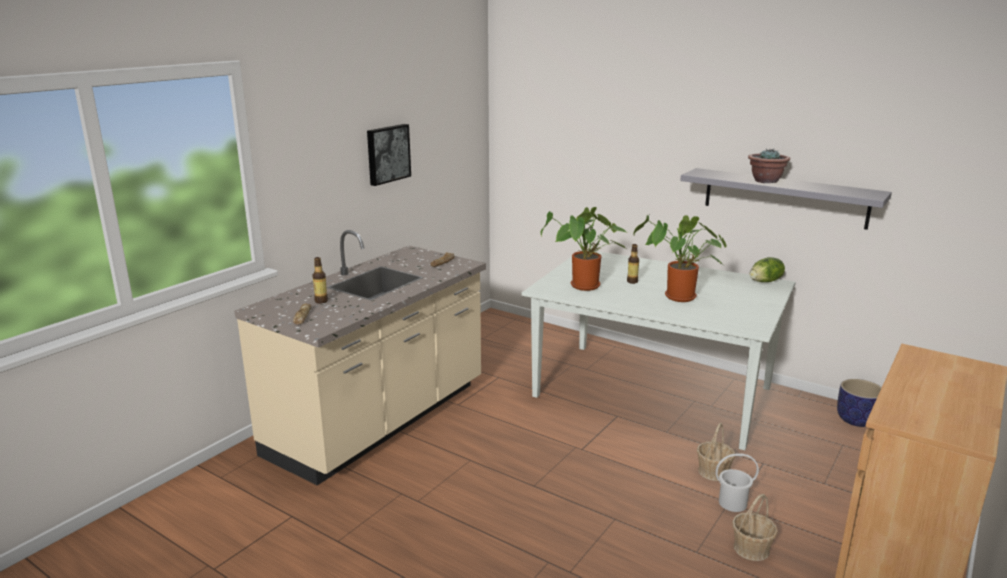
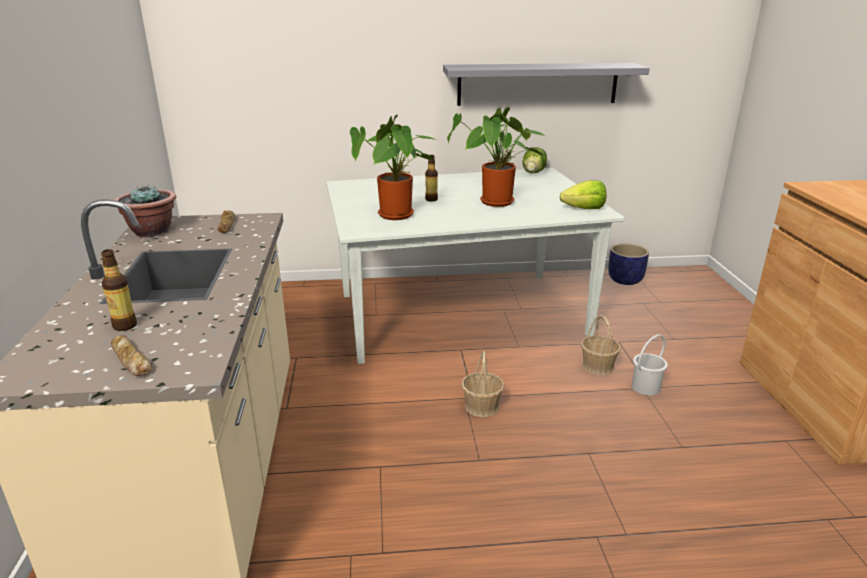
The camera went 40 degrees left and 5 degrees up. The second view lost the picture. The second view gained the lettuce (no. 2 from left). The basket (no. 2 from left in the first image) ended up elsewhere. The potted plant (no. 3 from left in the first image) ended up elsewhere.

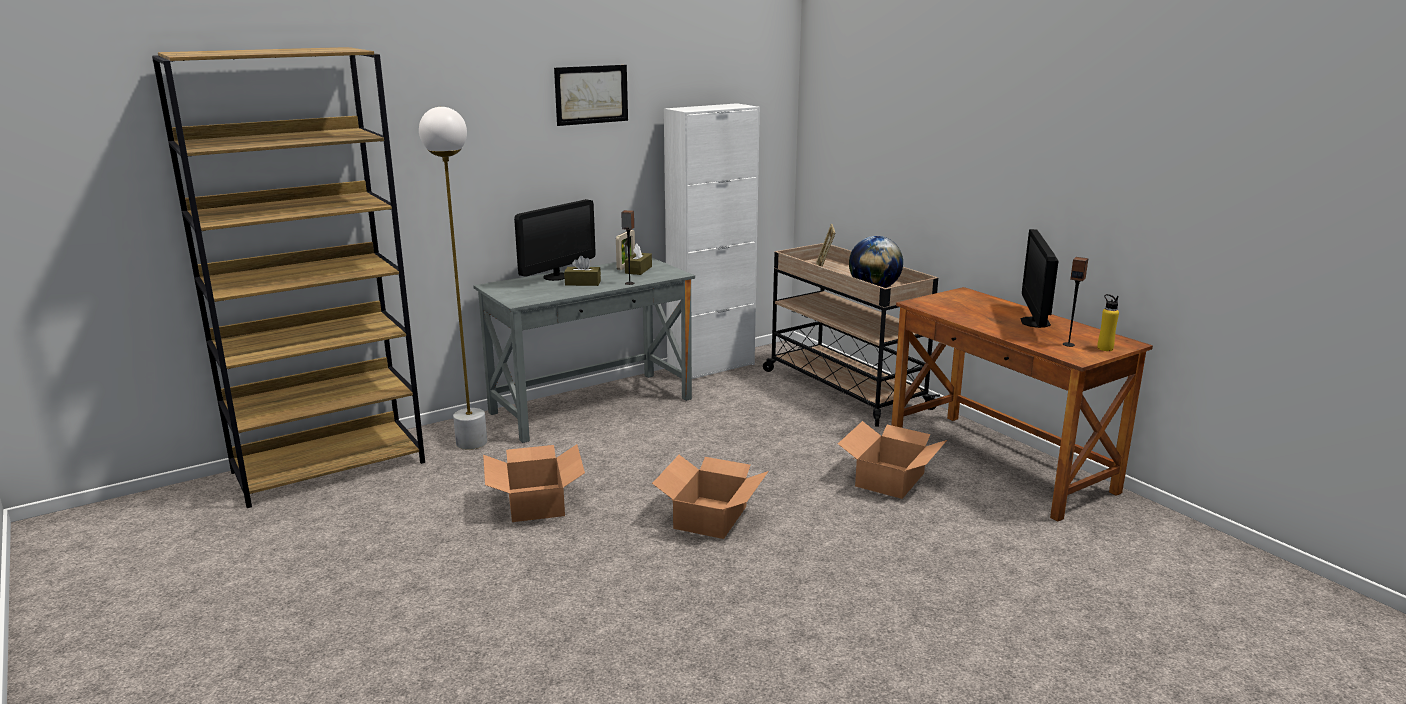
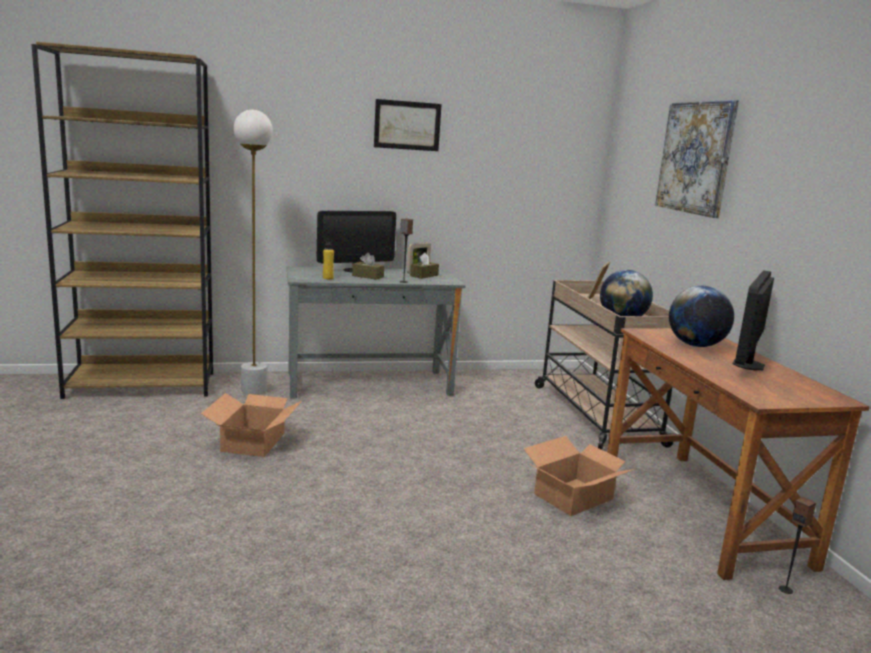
The camera went 20 degrees right and 5 degrees down. The second view lost the cardboard box (no. 2 from left). The second view lost the cabinet in white. The second view gained the picture (no. 2 from left). The second view gained the globe (no. 2 from left). The speaker (no. 2 from left) ended up elsewhere. The bottle in yellow ended up elsewhere.

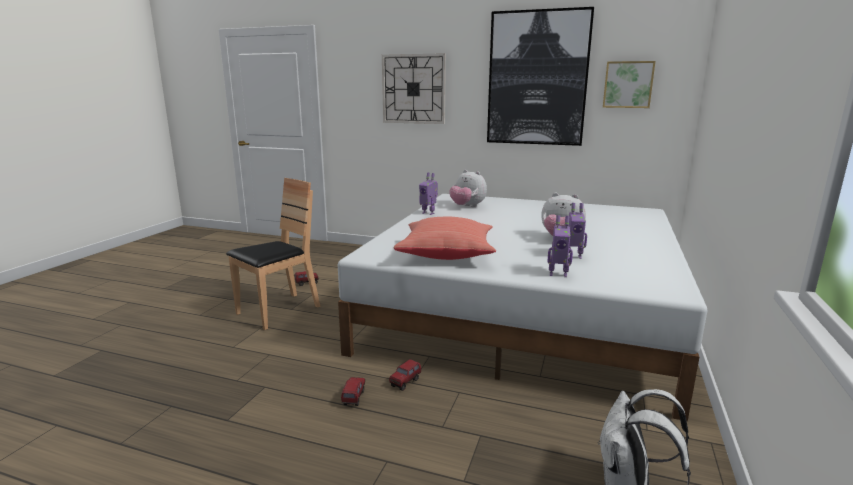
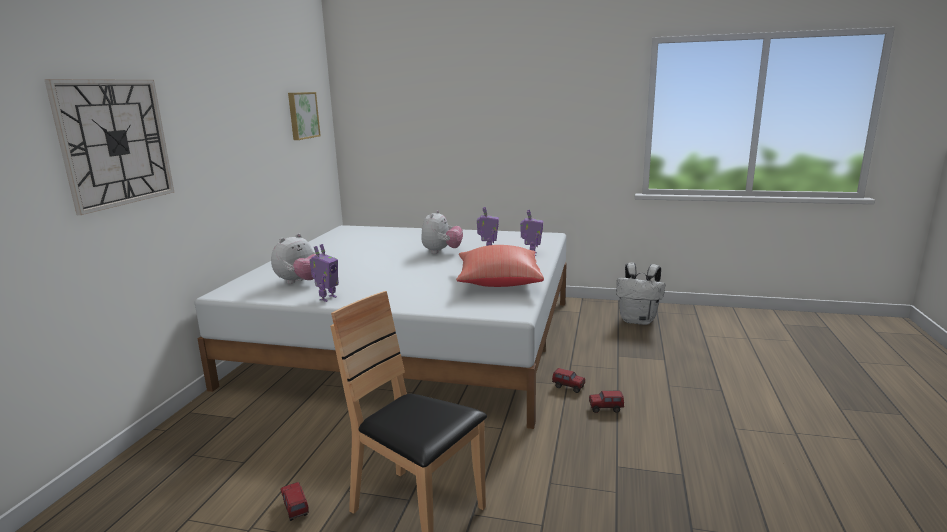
The camera went 95 degrees left and 0 degrees up. The second view lost the picture (no. 1 from left).

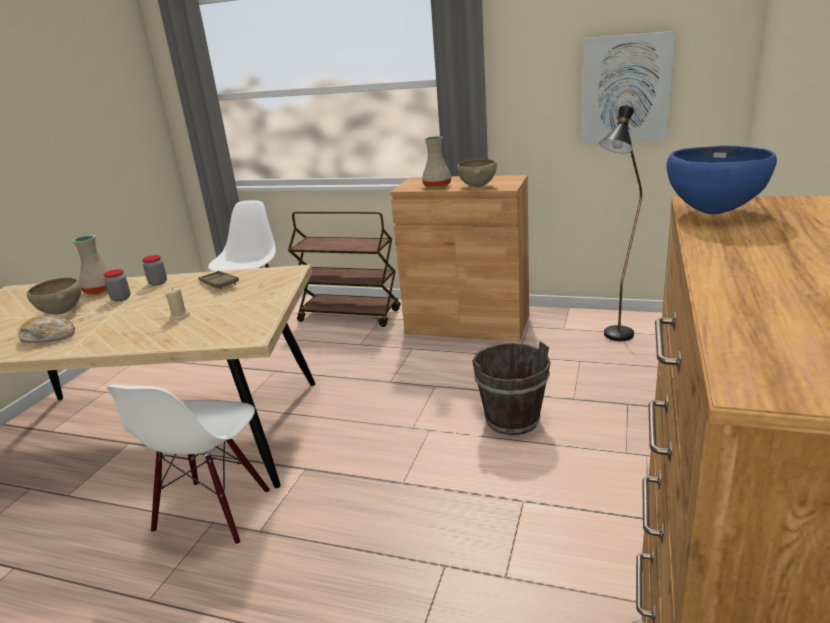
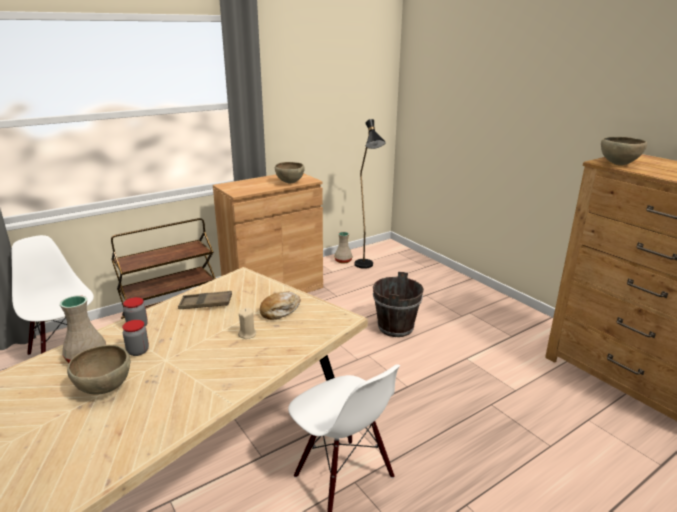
The camera went 55 degrees left and 0 degrees up. The second view lost the picture. The bread ended up elsewhere. The vase in beige (no. 2 from left) ended up elsewhere. What was the bowl in blue turned into the bowl in brown (no. 3 from left).

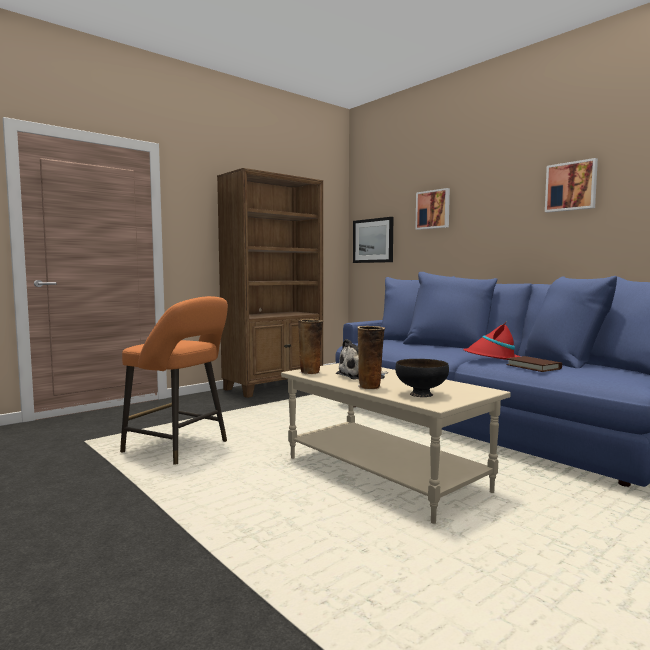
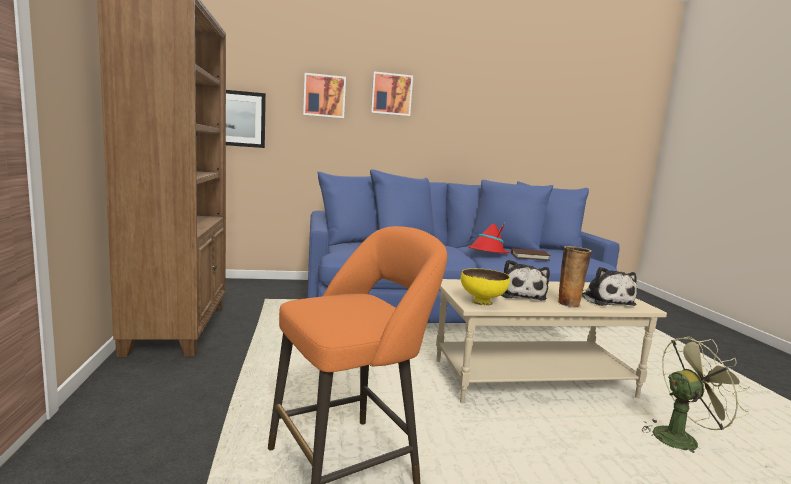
The camera went 60 degrees left and 5 degrees up. The second view gained the fan in green. The picture (no. 3 from left) ended up elsewhere. Where the vase (no. 1 from left) stood, the bowl in yellow came to stand. Where the bowl in black stood, the plush toy (no. 2 from left) came to stand.

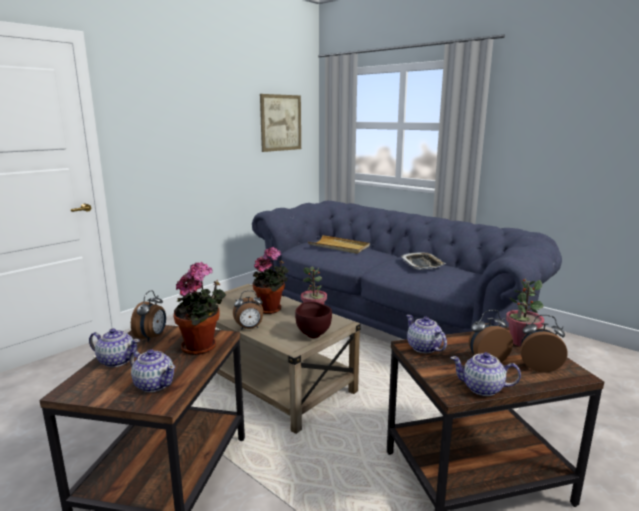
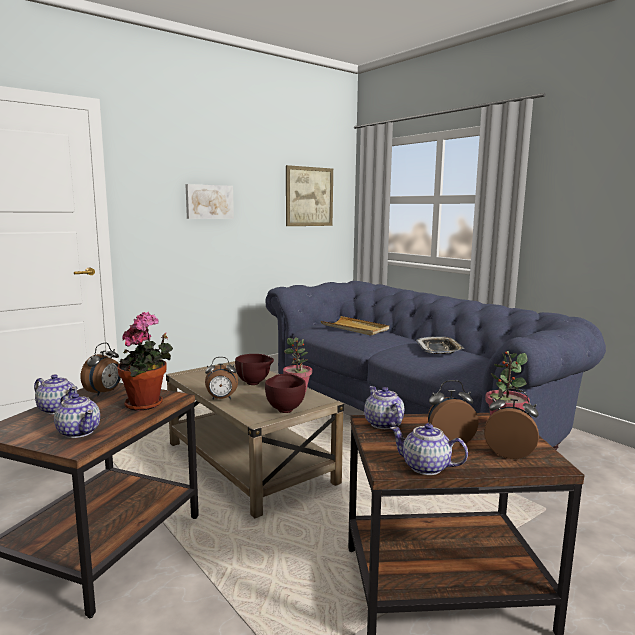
The camera went 10 degrees right and 5 degrees down. The second view gained the picture (no. 1 from left). Where the potted plant (no. 2 from left) stood, the bowl in brown (no. 1 from left) came to stand.

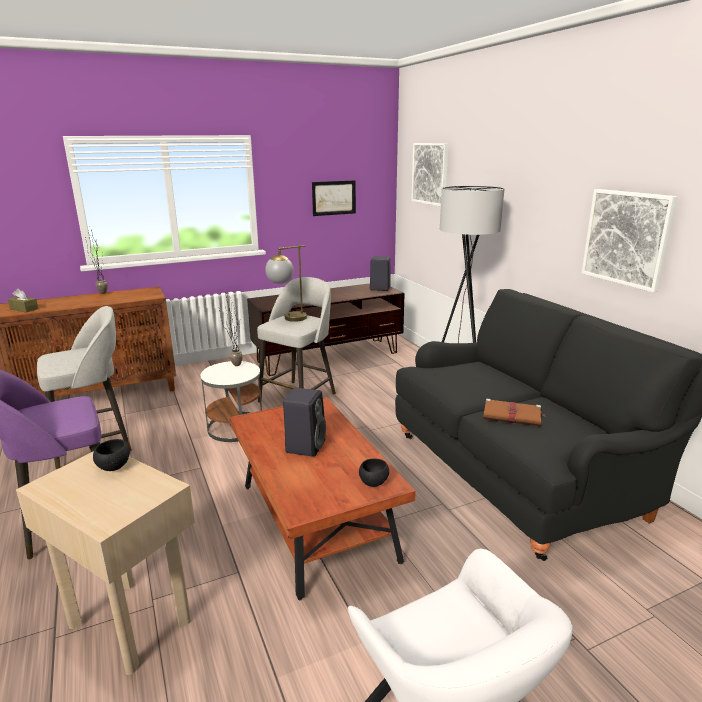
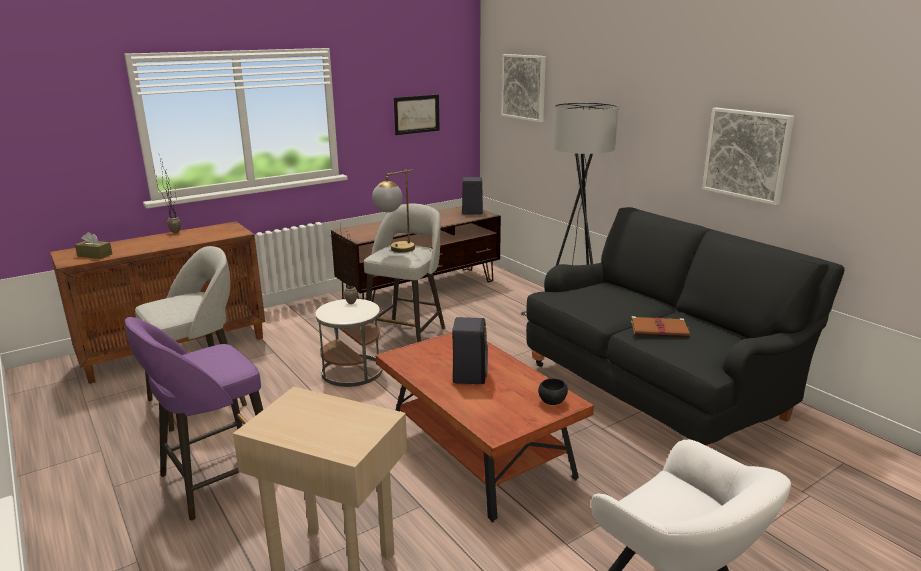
The camera went 10 degrees left and 0 degrees up. The second view lost the bowl in black (no. 1 from left).

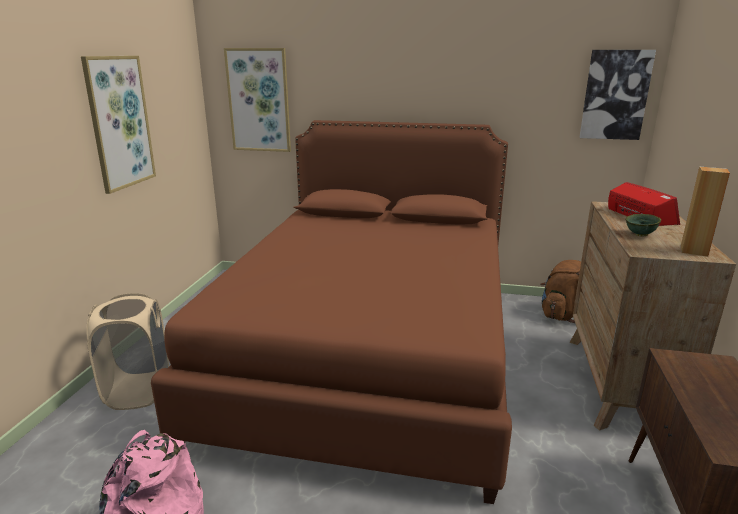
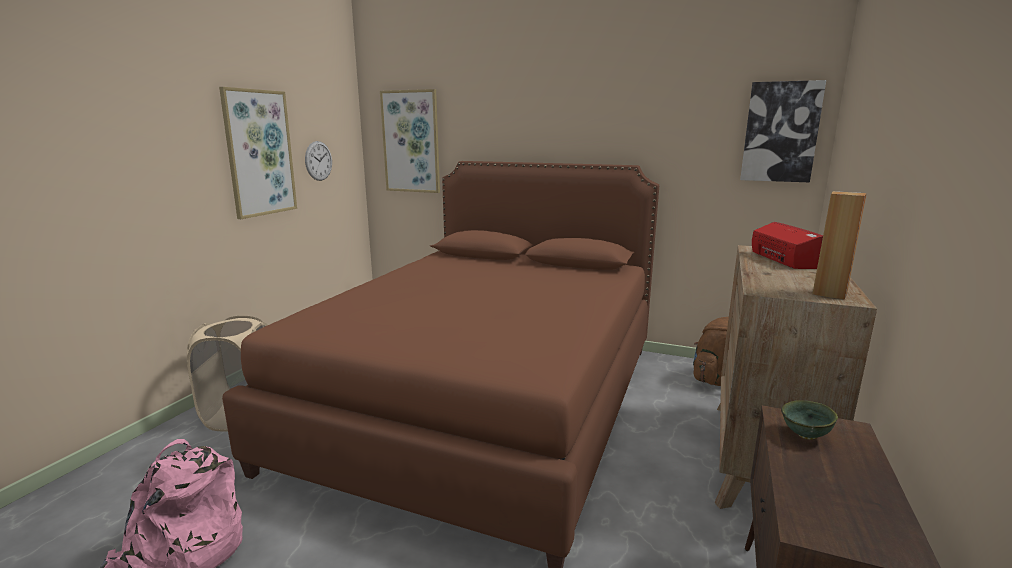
The camera went 10 degrees right and 5 degrees down. The second view gained the wall clock. The bowl in green ended up elsewhere.

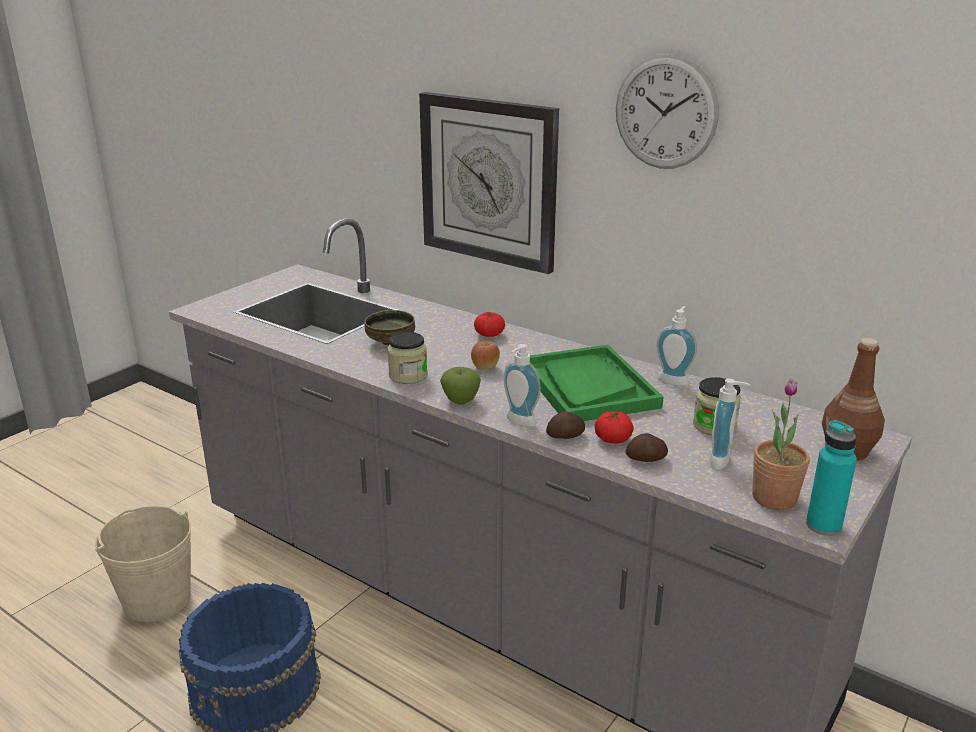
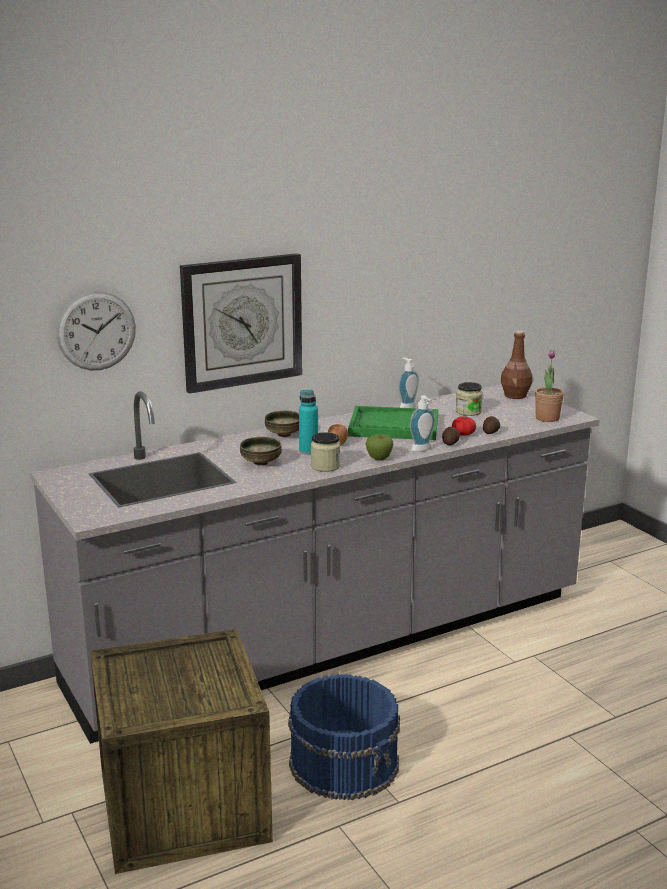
The camera went 65 degrees left and 5 degrees down. The second view lost the soap dispenser (no. 3 from left). The wall clock (no. 2 from left in the first image) ended up elsewhere. The bottle in turquoise ended up elsewhere. Where the bucket in beige stood, the crate came to stand. Where the tomato (no. 1 from left) stood, the bowl (no. 2 from left) came to stand.

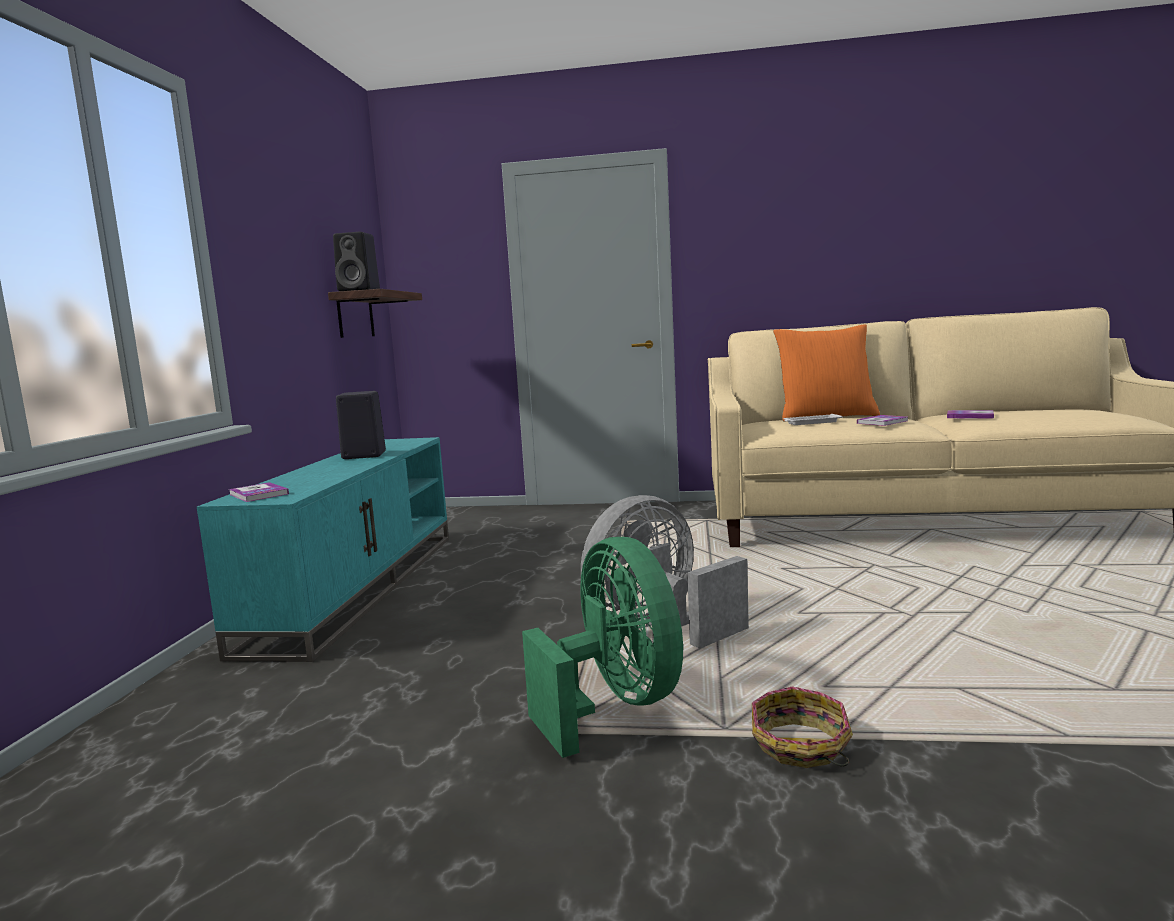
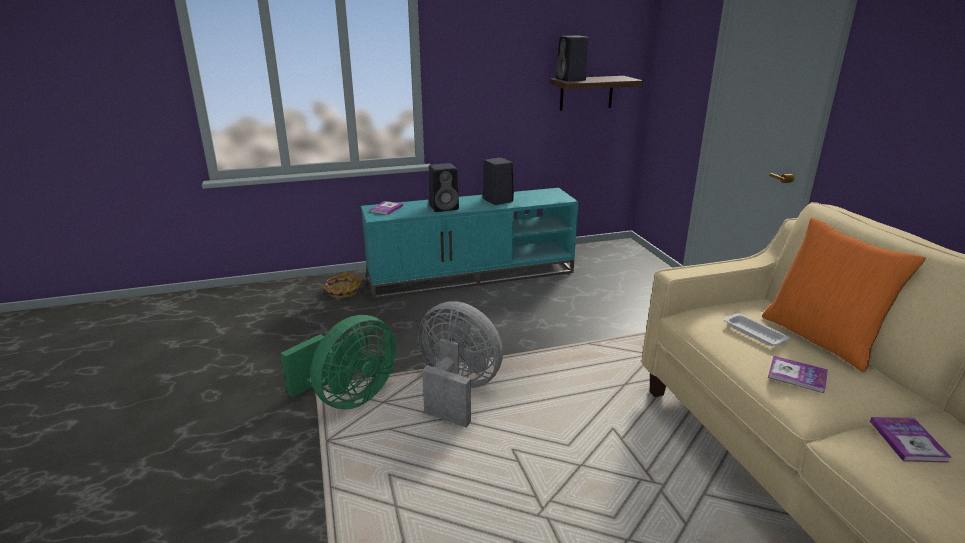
The camera went 65 degrees right and 15 degrees up. The second view gained the speaker in black (no. 1 from left). The basket ended up elsewhere.

